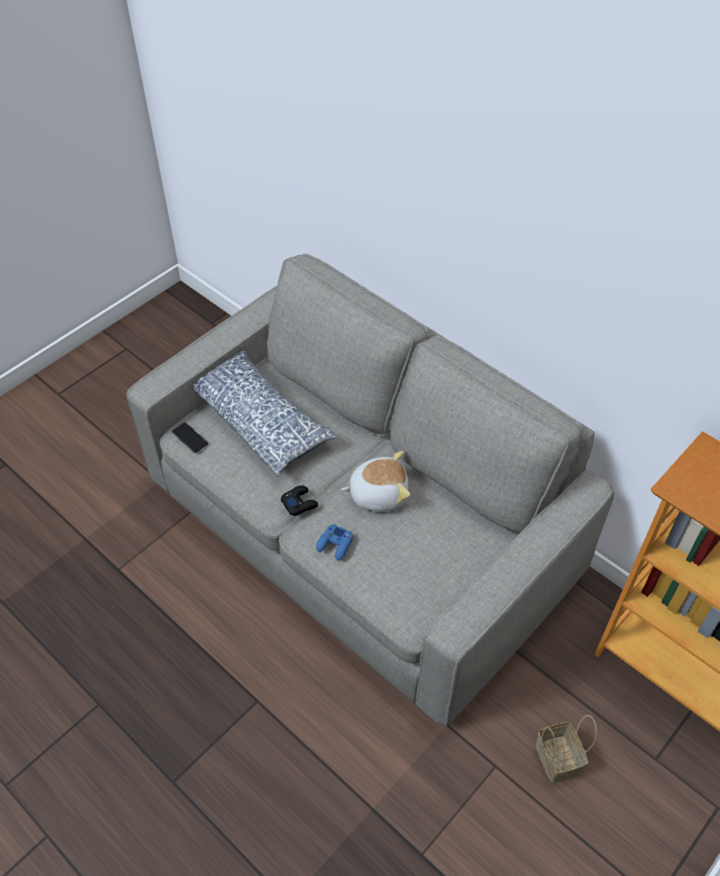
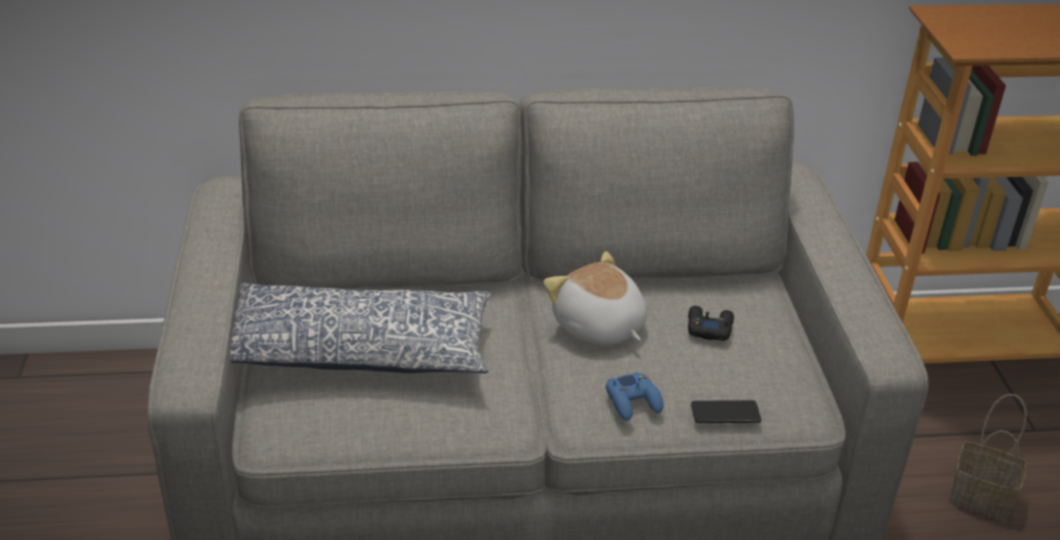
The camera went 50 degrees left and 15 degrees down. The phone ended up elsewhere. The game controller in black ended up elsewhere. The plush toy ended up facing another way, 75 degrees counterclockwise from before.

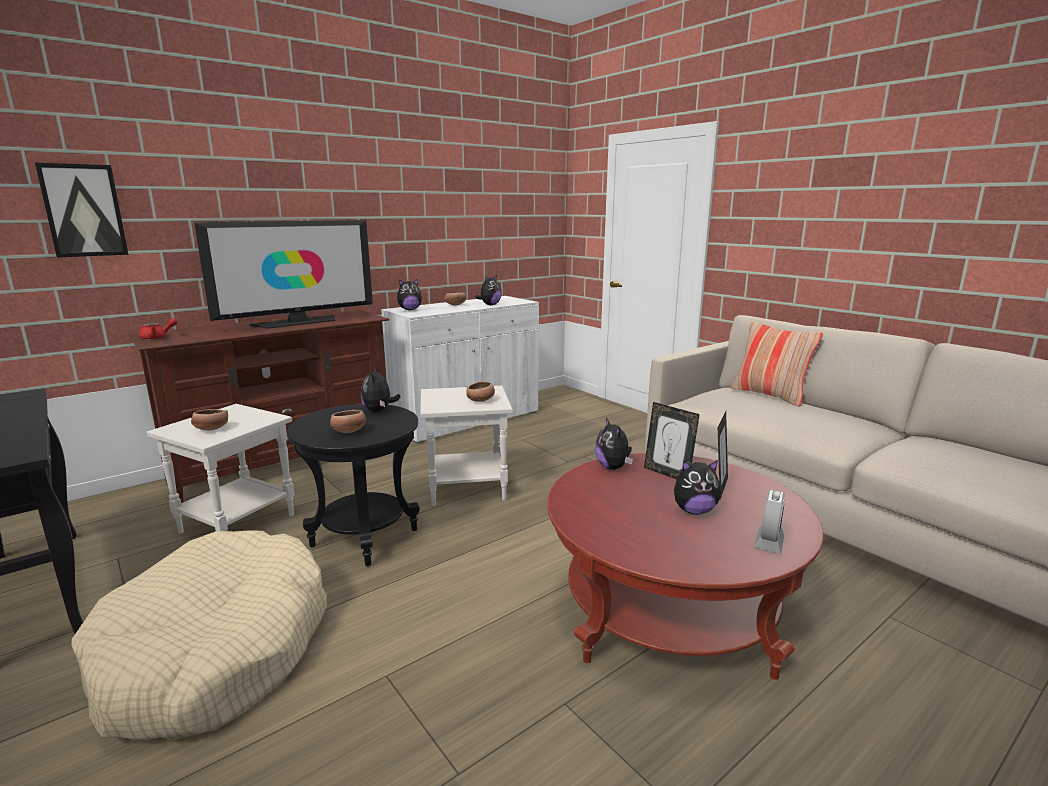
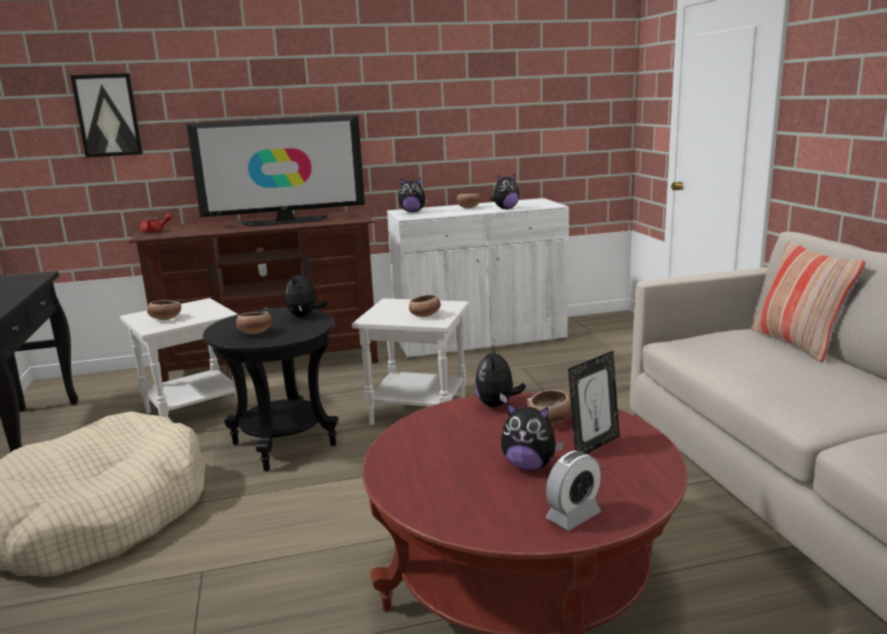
The camera went 25 degrees right and 0 degrees up. Where the picture frame (no. 1 from left) stood, the bowl (no. 5 from left) came to stand.

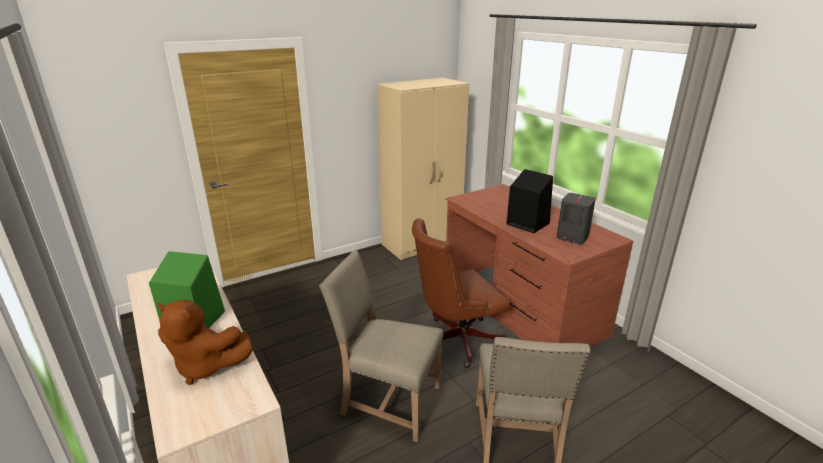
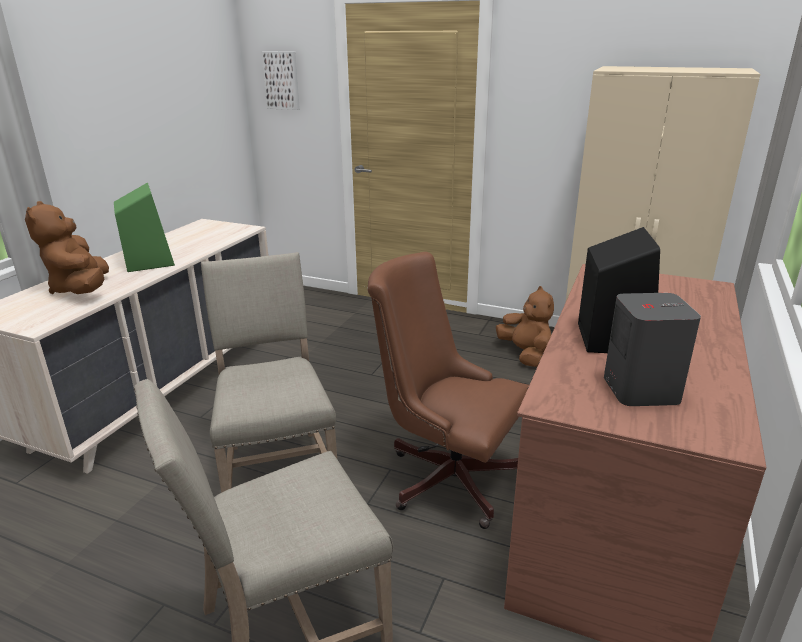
The camera went 55 degrees right and 0 degrees up. The second view gained the picture. The second view gained the plush toy in brown (no. 2 from left).

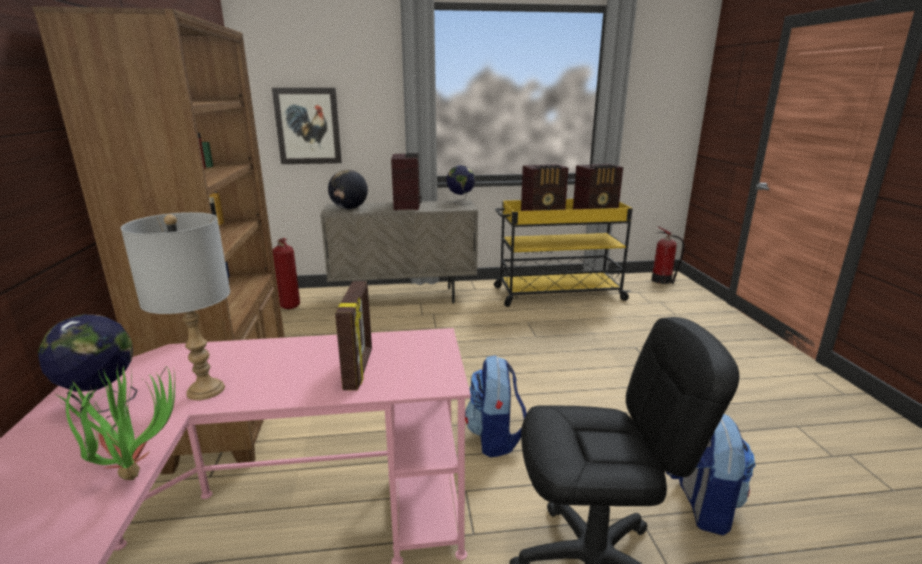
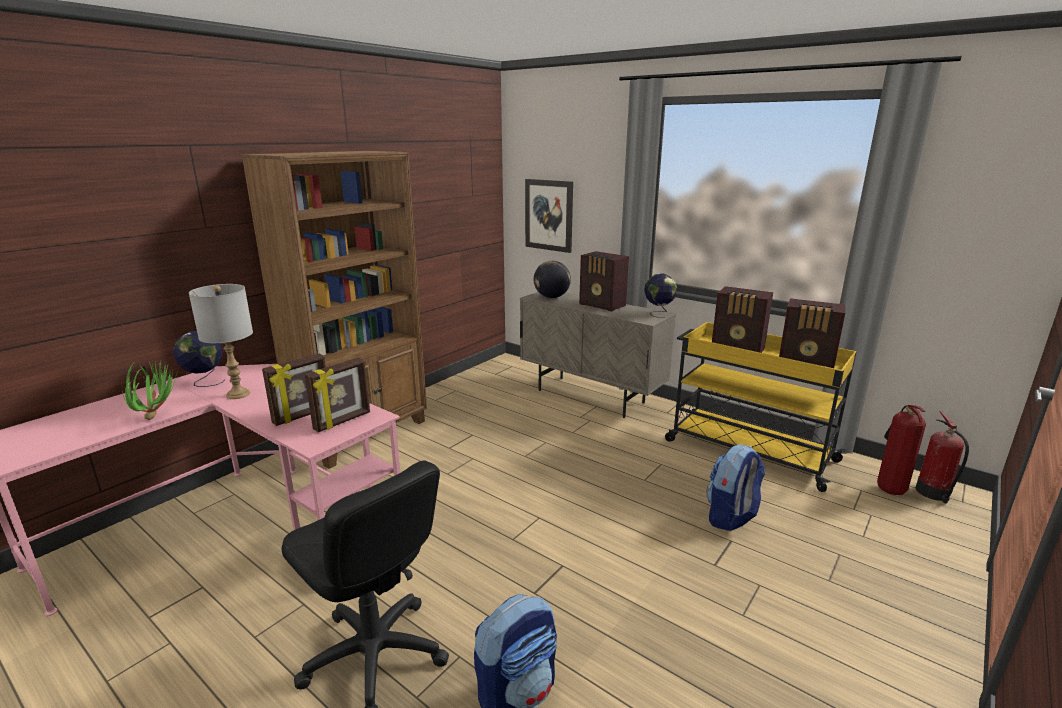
The camera went 45 degrees right and 0 degrees up. The second view gained the picture frame (no. 2 from left). The fire extinguisher (no. 1 from left) ended up elsewhere. The backpack (no. 1 from left in the first image) ended up elsewhere. The radio (no. 1 from left) ended up facing another way, 90 degrees clockwise from before.

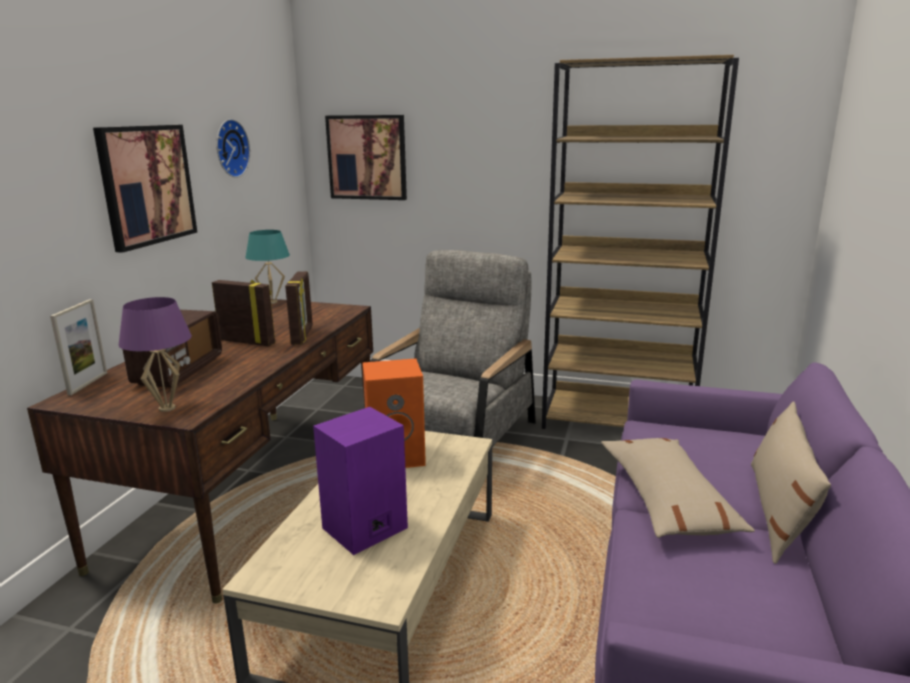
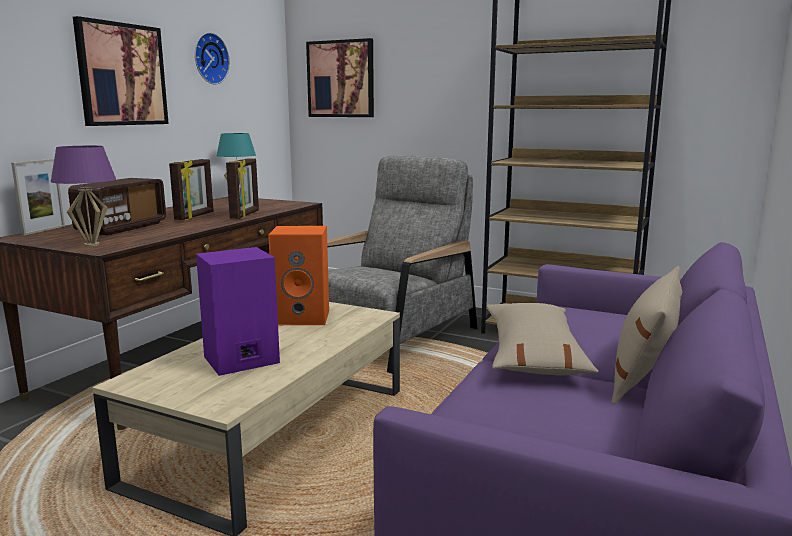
The camera went 10 degrees right and 5 degrees down. The picture frame (no. 2 from left) ended up facing another way, 75 degrees clockwise from before.

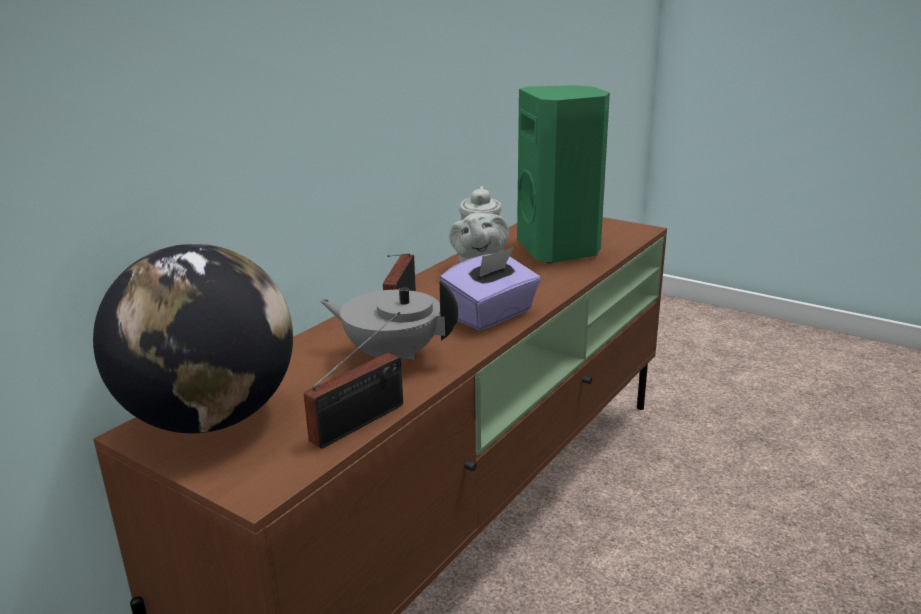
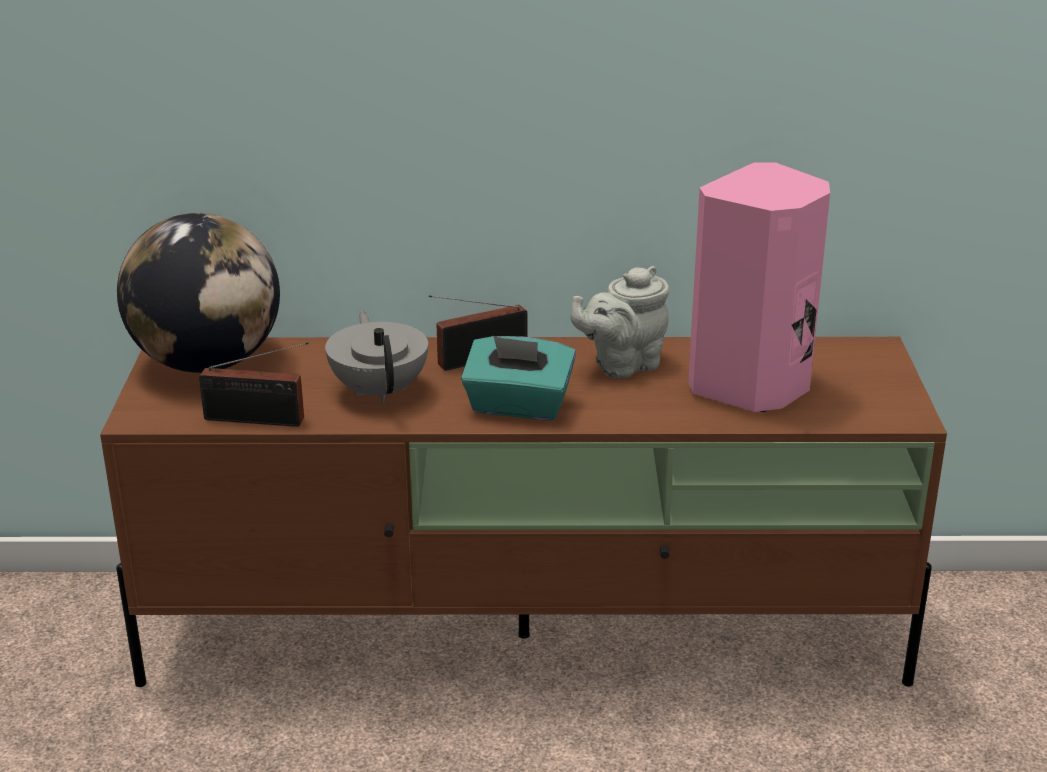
The camera went 55 degrees right and 5 degrees up. What was the tissue box in purple turned into the tissue box in turquoise. What was the speaker in green turned into the speaker in pink.

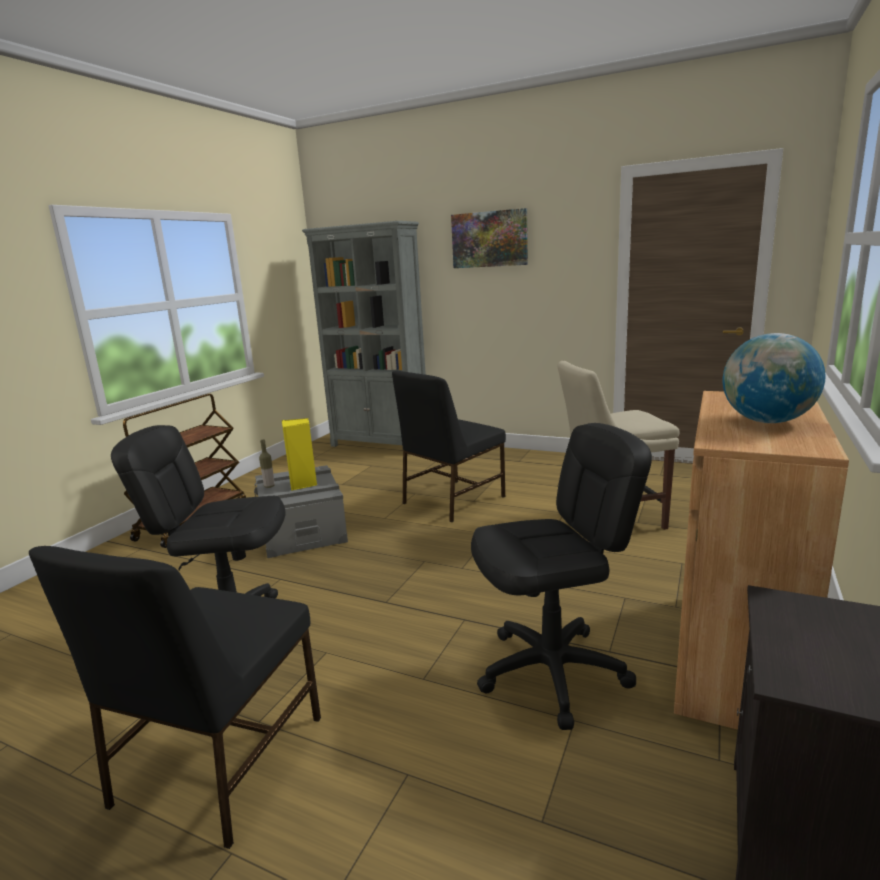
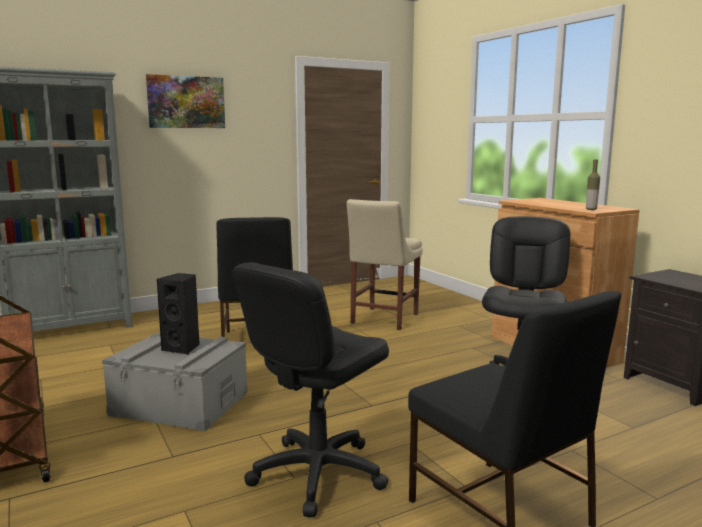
The camera went 55 degrees left and 5 degrees down. The second view lost the globe. The bottle ended up elsewhere. What was the speaker in yellow turned into the speaker in black.

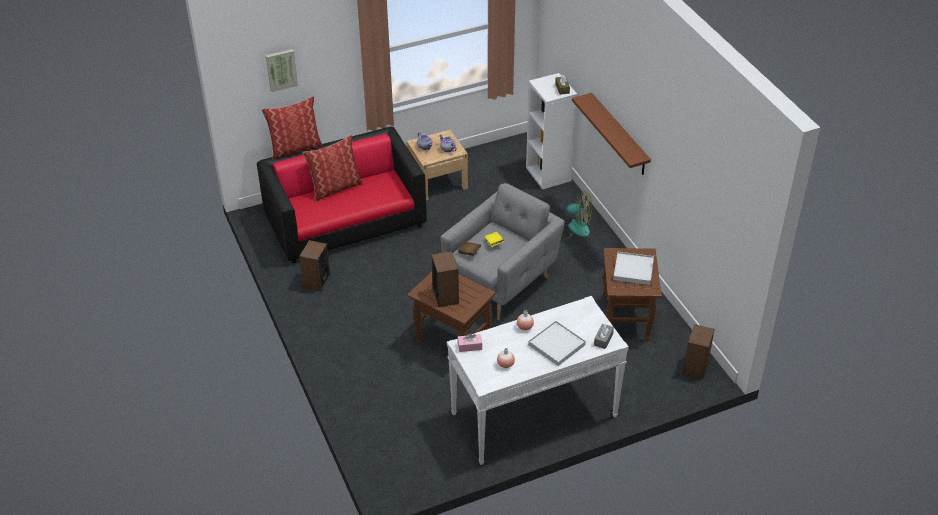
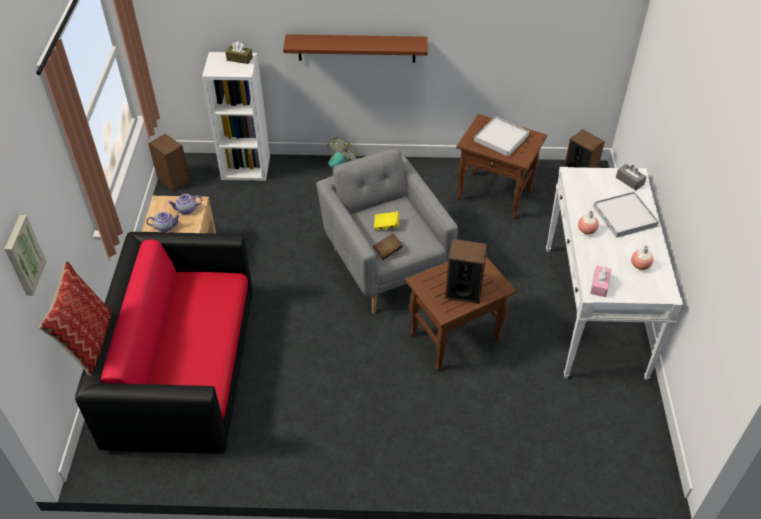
The camera went 65 degrees left and 5 degrees up. The second view lost the pillow (no. 2 from left). The speaker (no. 1 from left) ended up elsewhere.

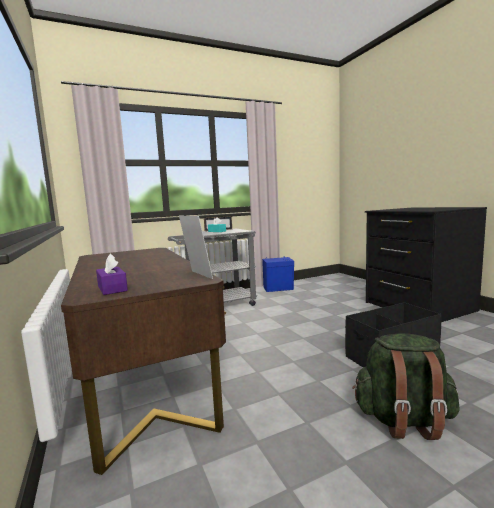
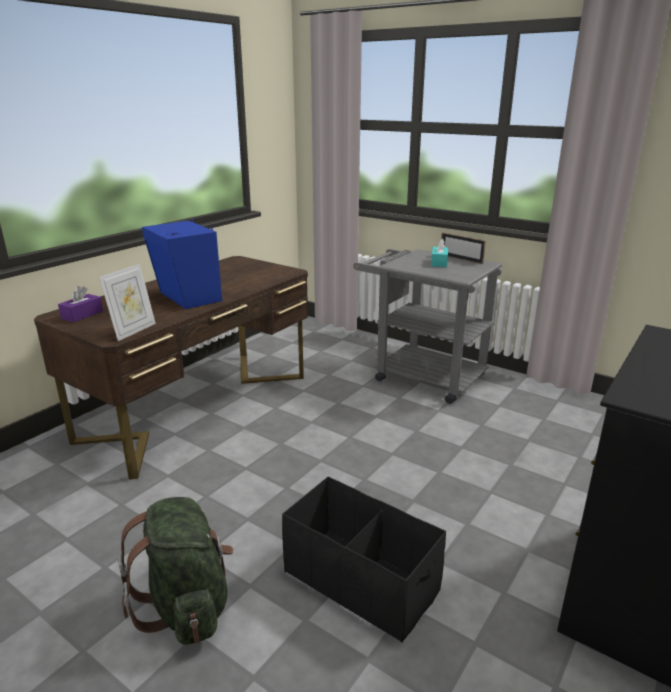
The camera went 60 degrees right and 15 degrees up. The speaker in blue ended up elsewhere.

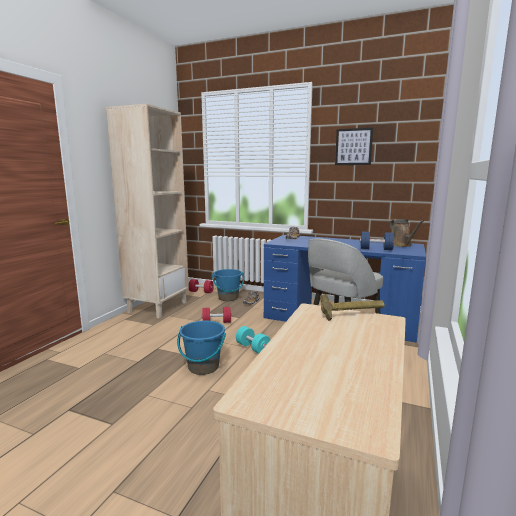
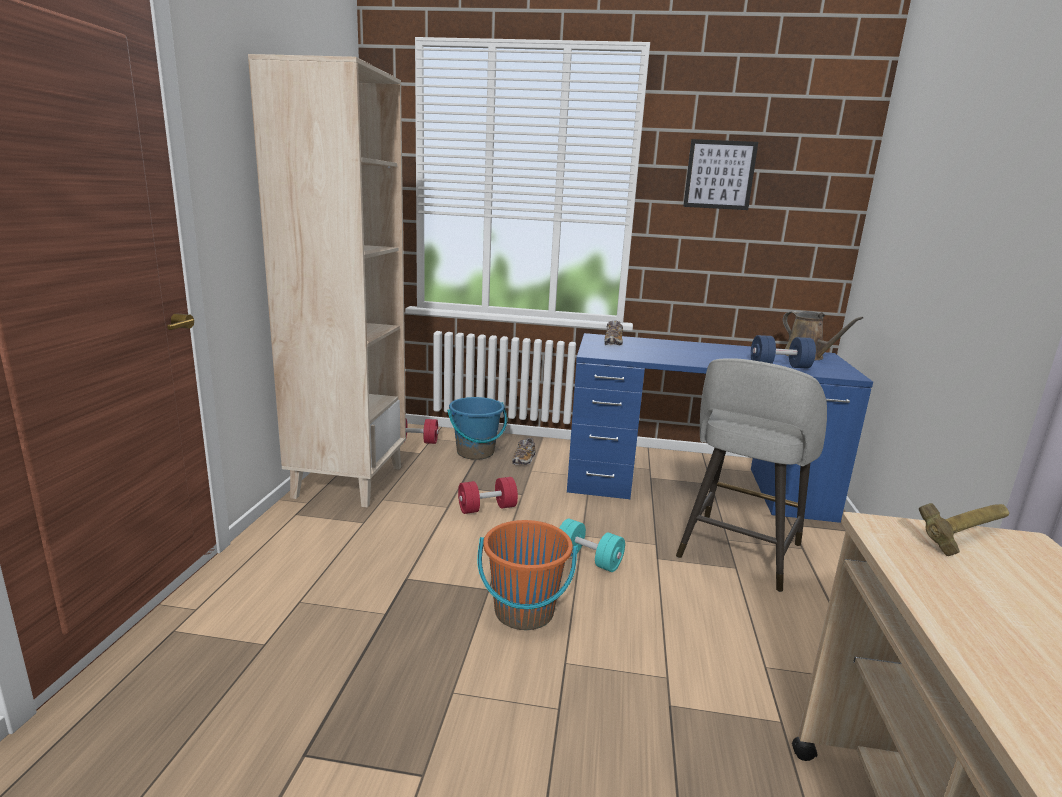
The camera went 15 degrees left and 5 degrees up. What was the bucket in blue (no. 1 from left) turned into the bucket in orange.

